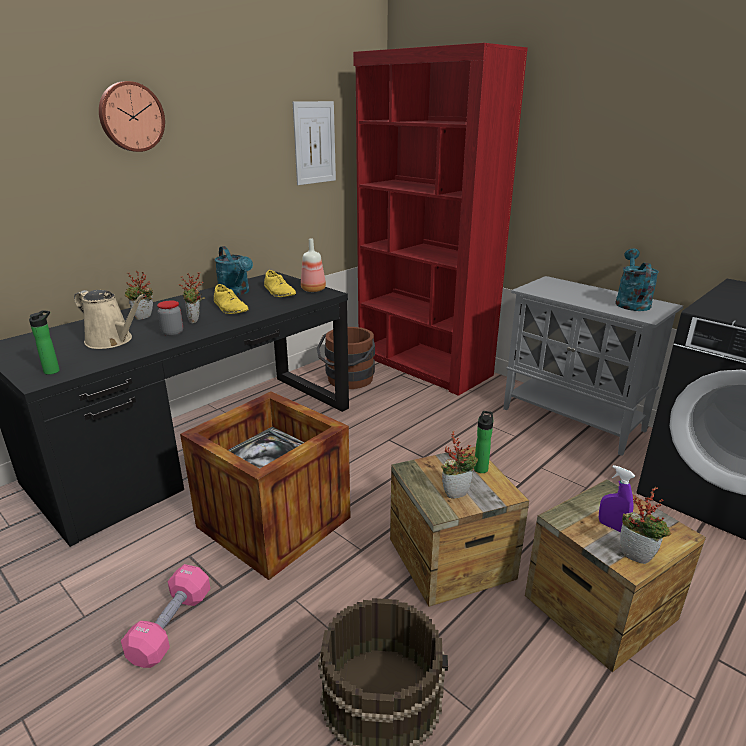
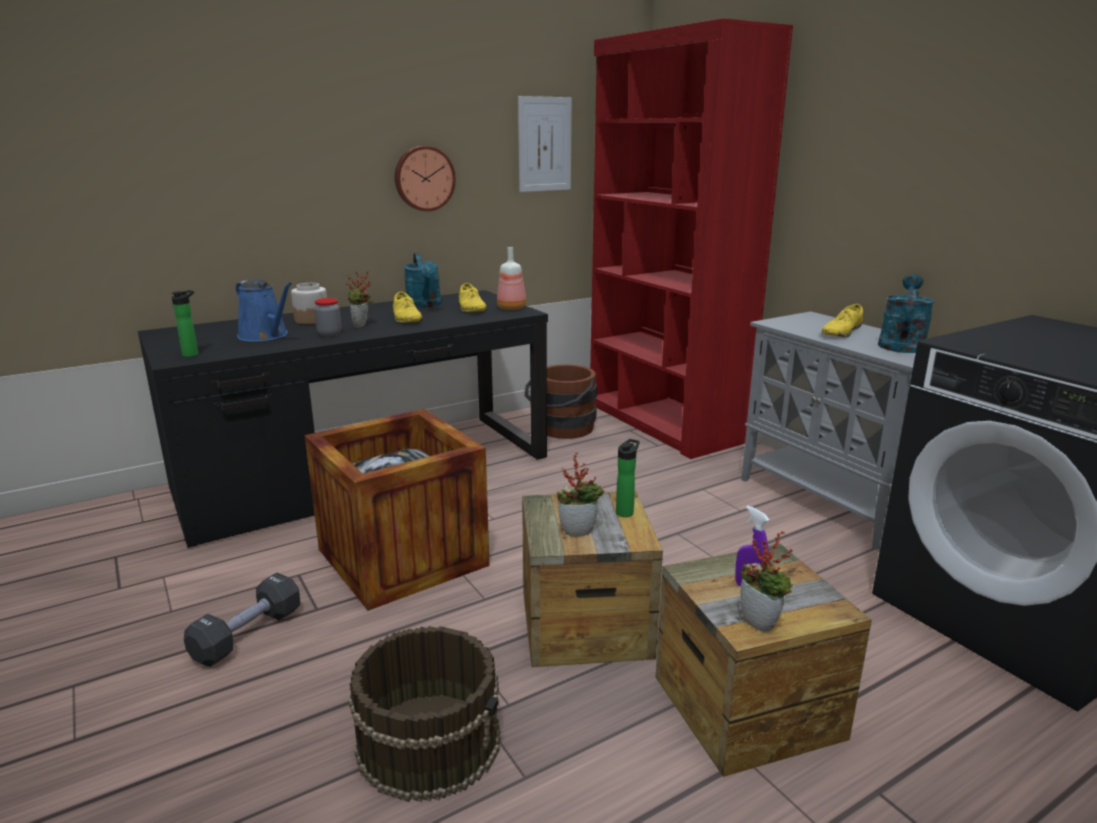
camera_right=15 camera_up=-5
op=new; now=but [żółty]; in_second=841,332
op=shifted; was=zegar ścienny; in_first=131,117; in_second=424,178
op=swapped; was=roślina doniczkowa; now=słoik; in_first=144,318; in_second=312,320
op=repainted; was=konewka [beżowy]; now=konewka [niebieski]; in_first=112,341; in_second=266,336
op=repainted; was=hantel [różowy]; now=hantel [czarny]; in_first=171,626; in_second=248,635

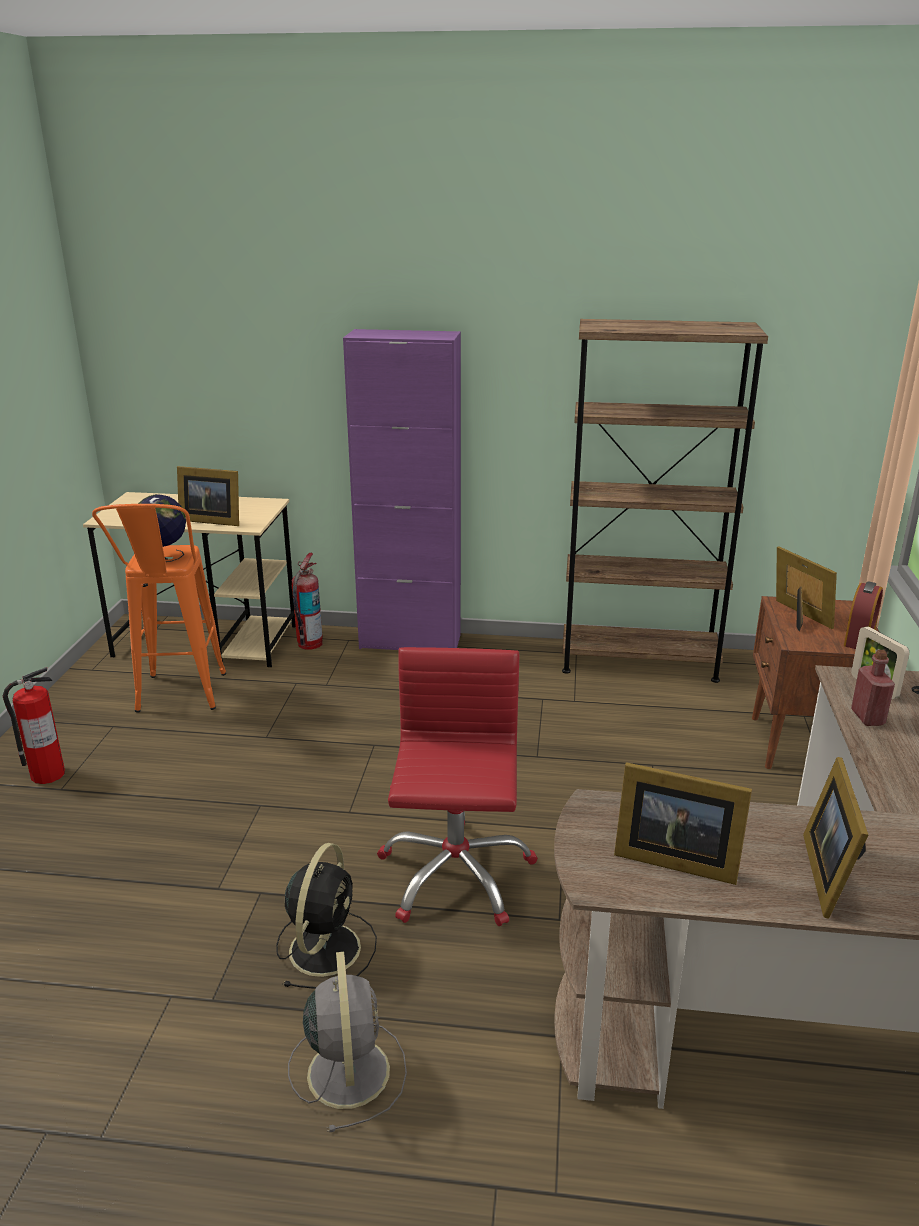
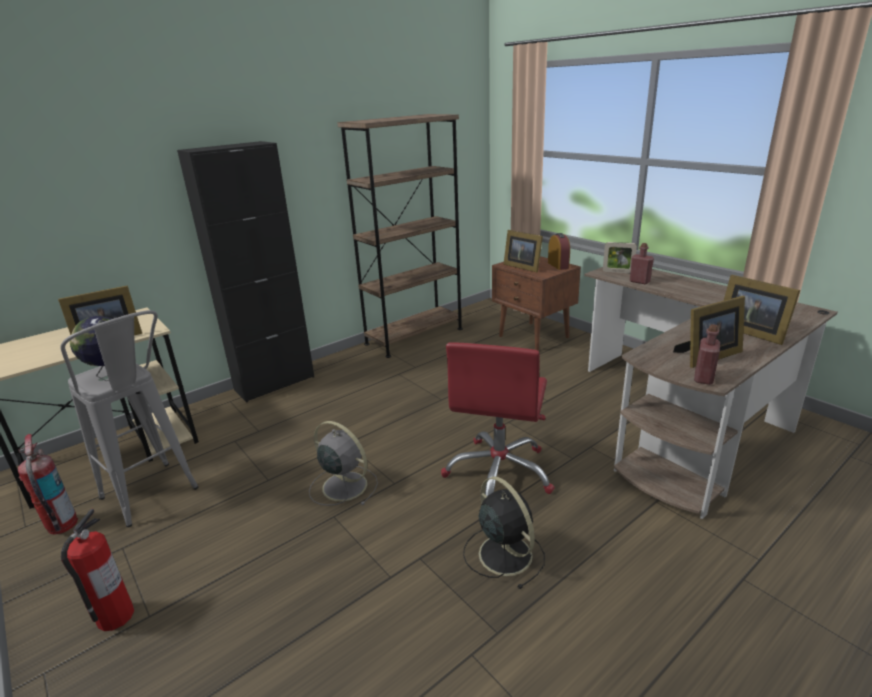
camera_right=-45 camera_up=0
op=new; now=butelka [czerwony]; in_second=703,378
op=shifted; was=wentylator [szary]; in_first=348,1069; in_second=343,485
op=shifted; was=gaśnica; in_first=309,644; in_second=62,525
op=repainted; was=stołek [pomarańczowy]; now=stołek [szary]; in_first=179,701; in_second=156,499
op=repainted; was=szafka [fioletowy]; now=szafka [czarny]; in_first=410,641; in_second=274,383
op=rotated; was=krzesło biurowe [czerwony]; in_first=455,874; in_second=499,473; clockwise=-120
op=rotated; was=ramka na zdjęcie; in_first=798,617; in_second=522,266; clockwise=-150

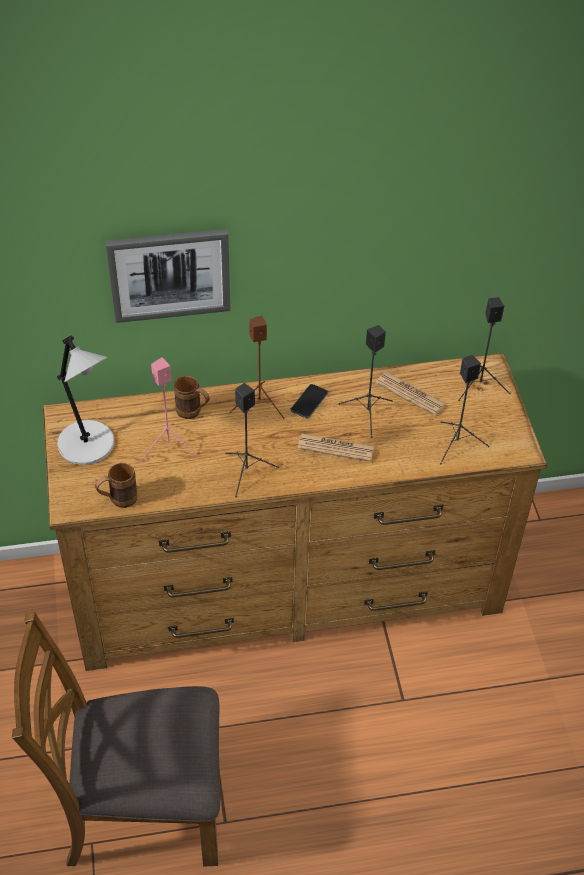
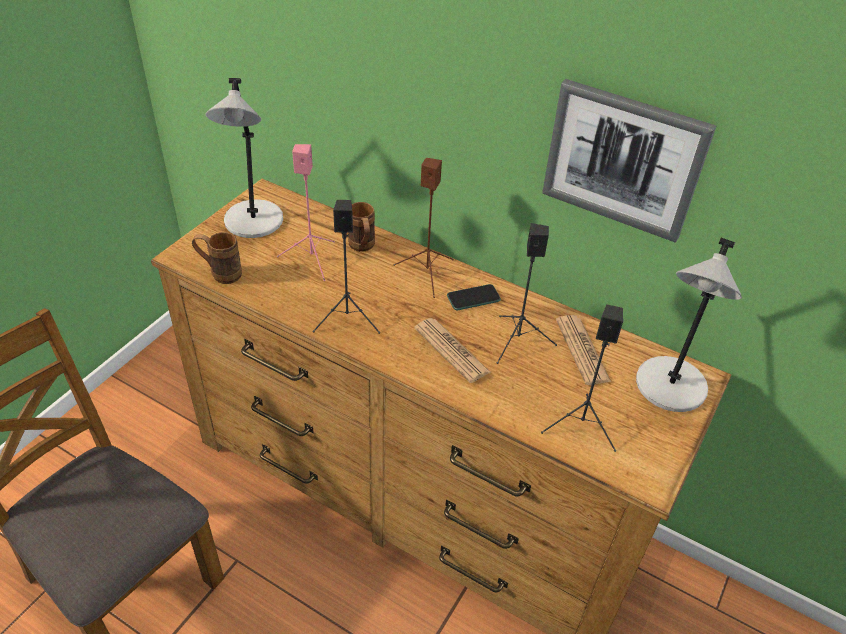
camera_right=40 camera_up=-5
op=shifted; was=obraz; in_first=169,274; in_second=623,160
op=swapped; was=głośnik [czarny]; now=lampa stołowa [szary]; in_first=480,386; in_second=669,388

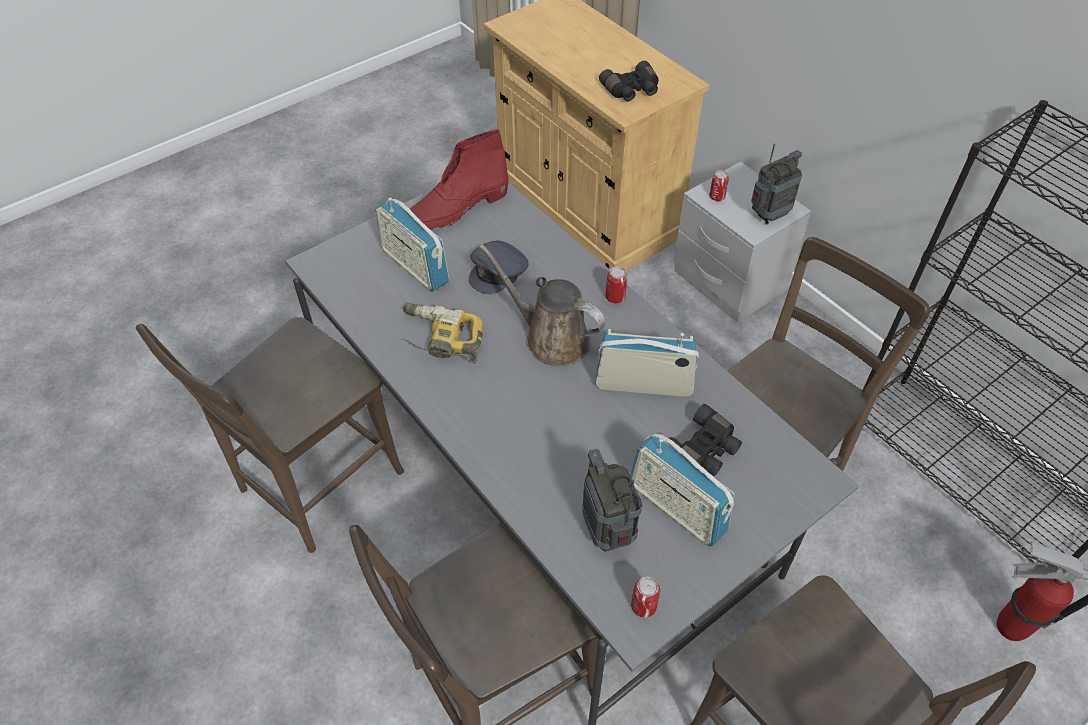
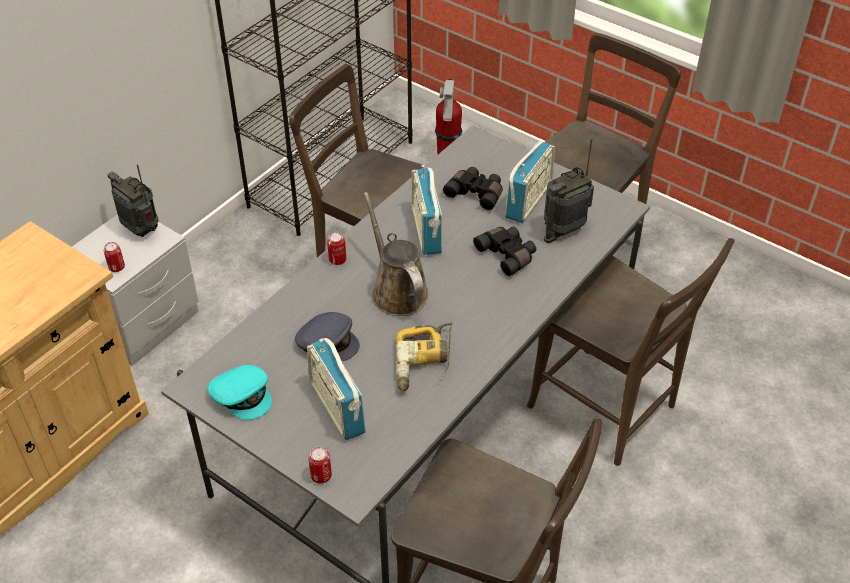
camera_right=-105 camera_up=-5
op=shifted; was=lornetka [czarny]; in_first=631,91; in_second=507,255
op=shifted; was=puszka; in_first=643,606; in_second=321,476
op=swapped; was=but z cholewką [czerwony]; now=czapka z daszkiem [turkusowy]; in_first=457,208; in_second=242,395
op=rotated; was=radio; in_first=415,266; in_second=337,407; clockwise=120
op=rotated; was=konewka [brązowy]; in_first=551,337; in_second=397,291; clockwise=135

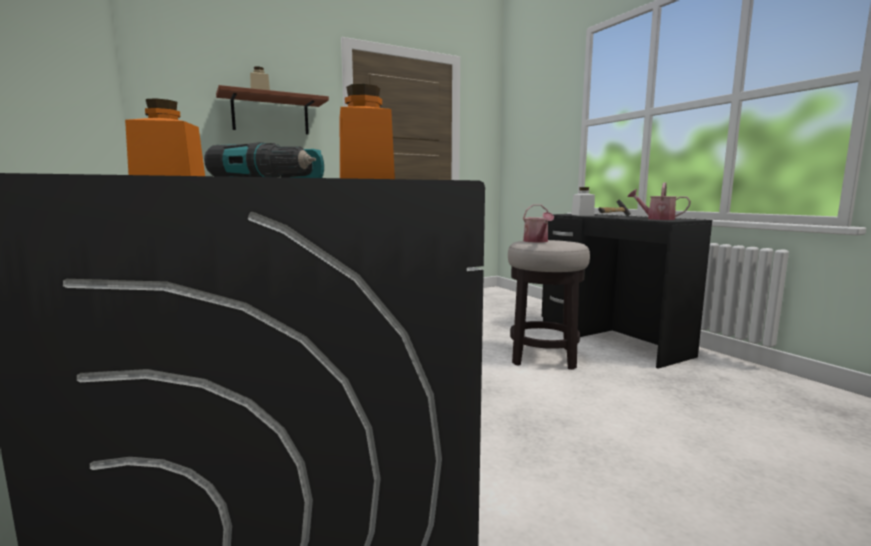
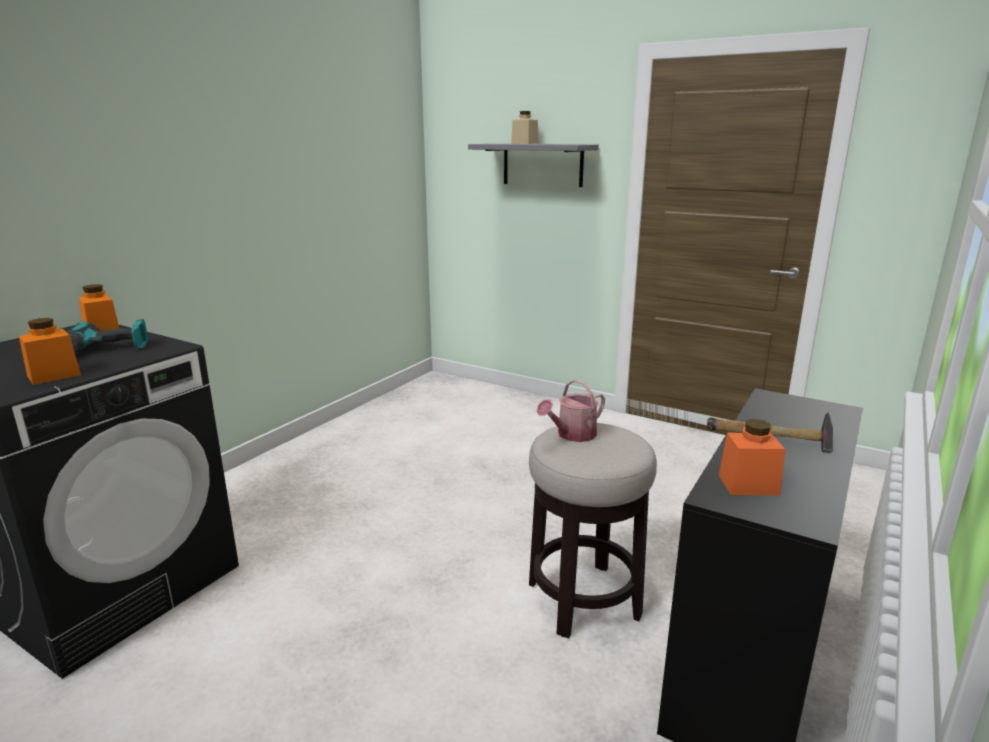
camera_right=60 camera_up=10
op=gone; was=słoik [biały]; in_first=582,215
op=swapped; was=konewka; now=słoik [pomarańczowy]; in_first=656,219; in_second=748,485
op=repainted; was=półka [brązowy]; now=półka [szary]; in_first=270,115; in_second=542,164

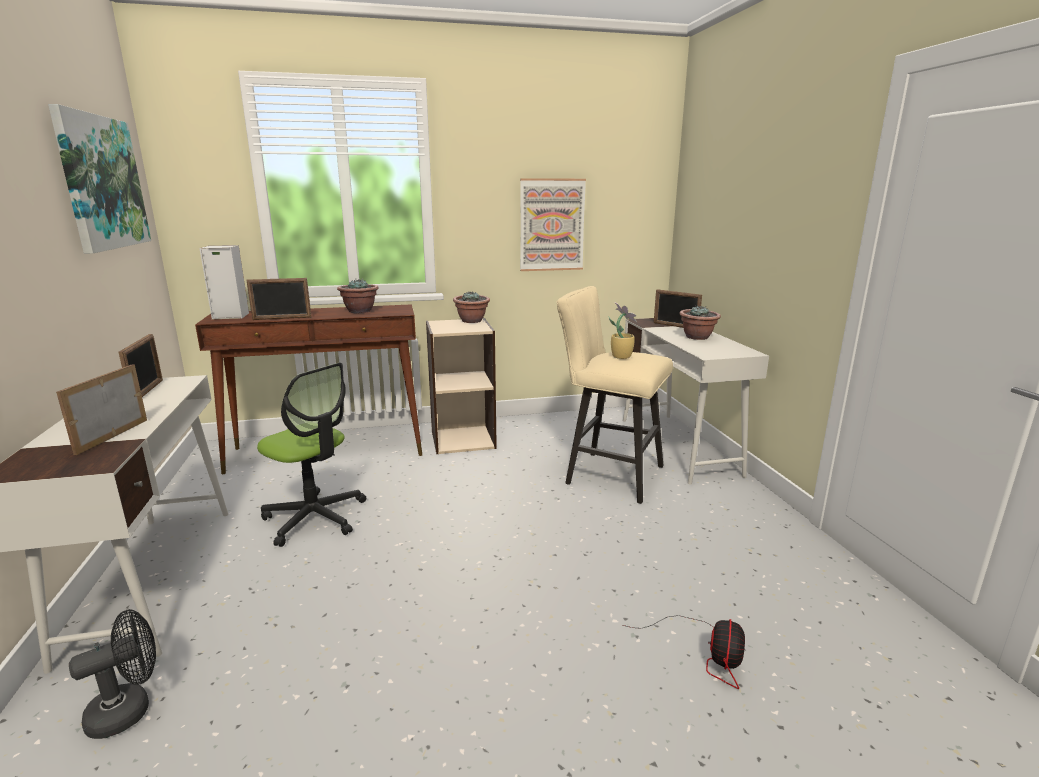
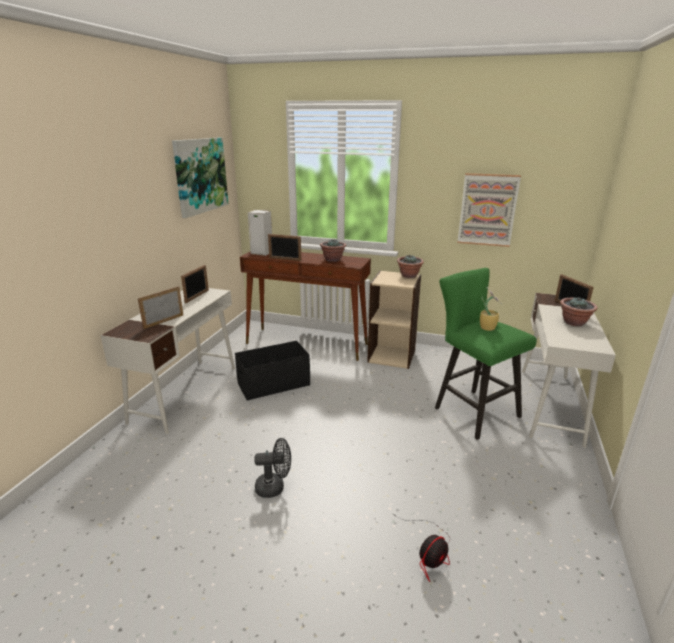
camera_right=30 camera_up=5
op=shifted; was=wentylator [czarny]; in_first=129,709; in_second=274,487
op=swapped; was=krzesło biurowe; now=pojemnik do przechowywania [czarny]; in_first=315,518; in_second=273,384
op=repainted; was=stołek [beżowy]; now=stołek [zielony]; in_first=607,474; in_second=471,410

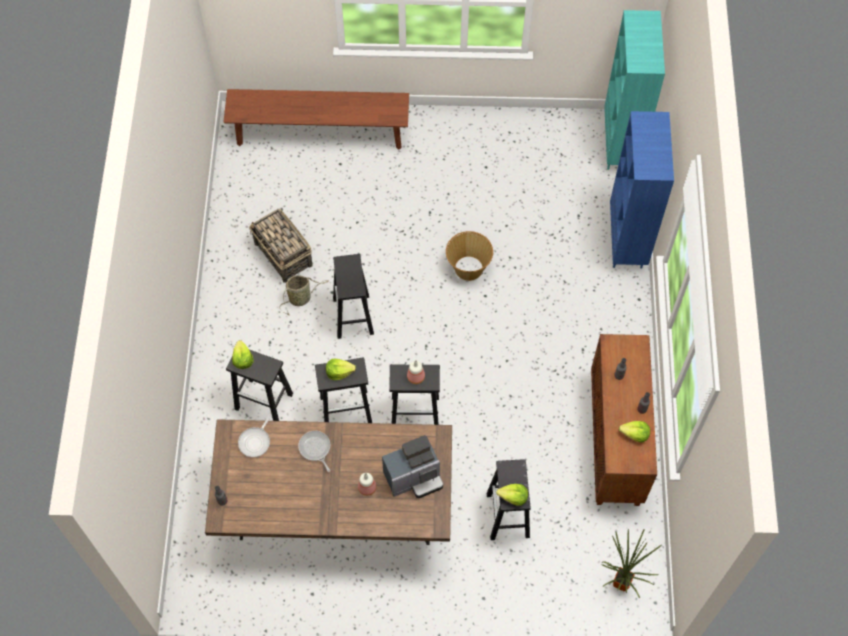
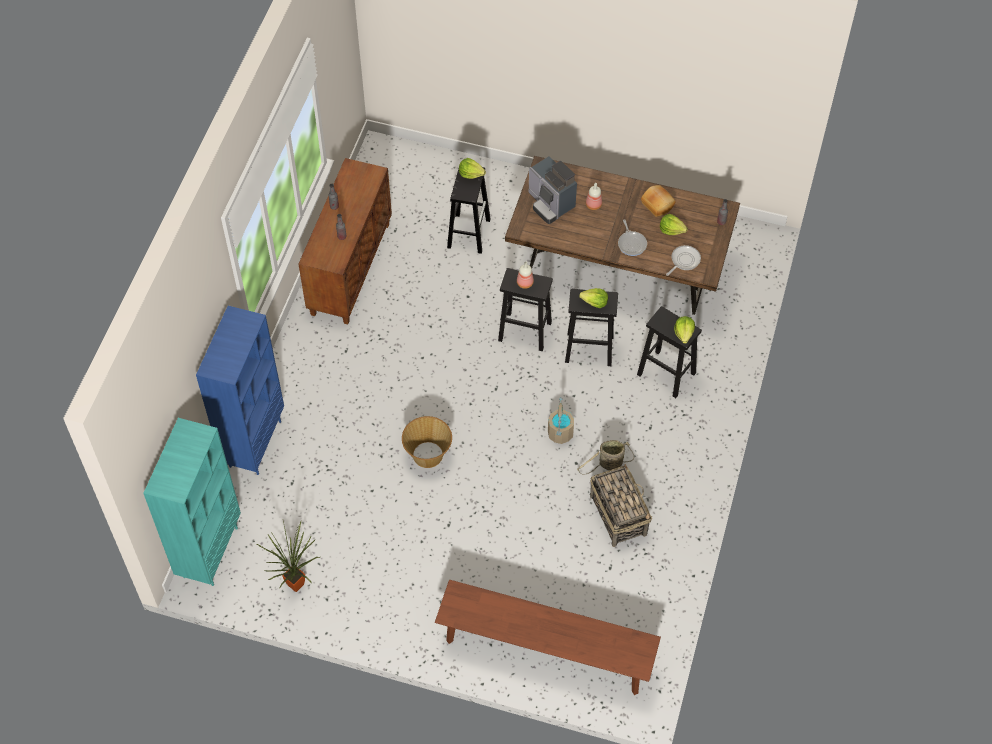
camera_right=-165 camera_up=-5
op=new; now=chleb; in_second=658,204
op=shifted; was=roślina doniczkowa; in_first=618,582; in_second=297,587
op=shifted; was=sałata; in_first=635,434; in_second=671,229
op=swapped; was=stołek [czarny]; now=wiadro [beżowy]; in_first=353,317; in_second=560,433
op=rotated; was=ekspres do kawy; in_first=414,478; in_second=550,203; clockwise=-120

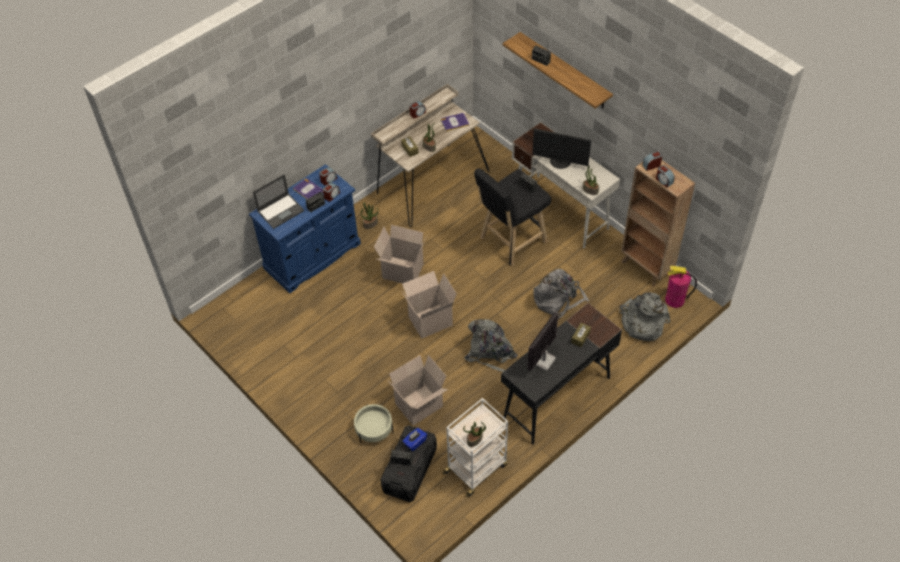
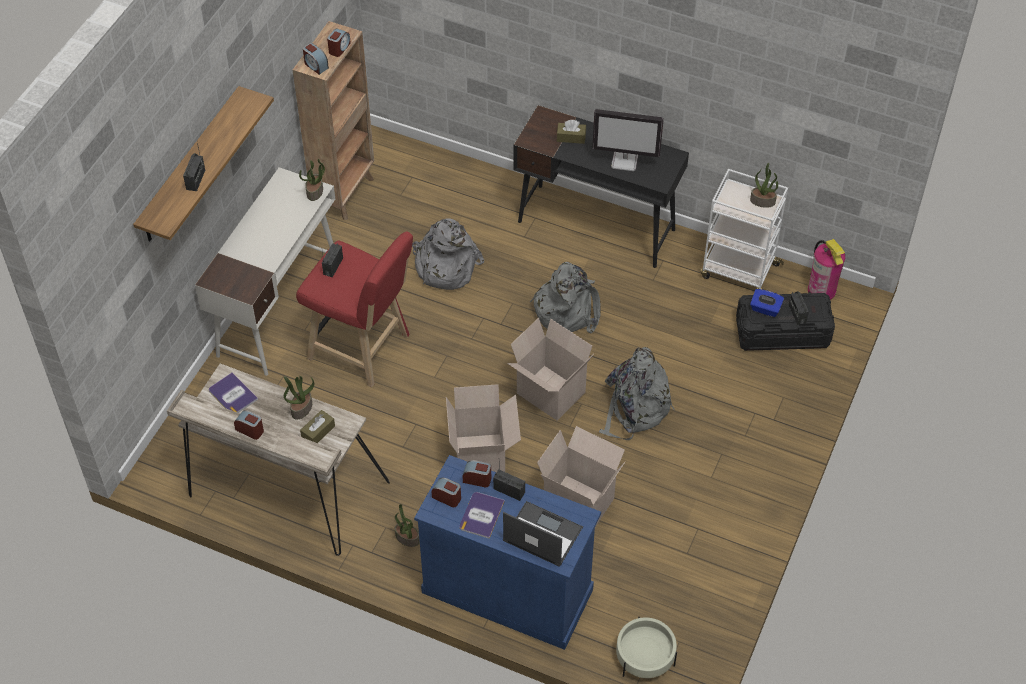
camera_right=-115 camera_up=0
op=gone; was=monitor; in_first=560,162
op=shifted; was=donica [beżowy]; in_first=374,430; in_second=644,657
op=shifted; was=karton; in_first=419,406; in_second=580,503
op=shifted; was=plecak [szary]; in_first=642,323; in_second=634,408
op=shifted; was=gaśnica; in_first=674,300; in_second=822,290
op=repainted; was=stołek [czarny]; now=stołek [czerwony]; in_first=510,241; in_second=363,349

